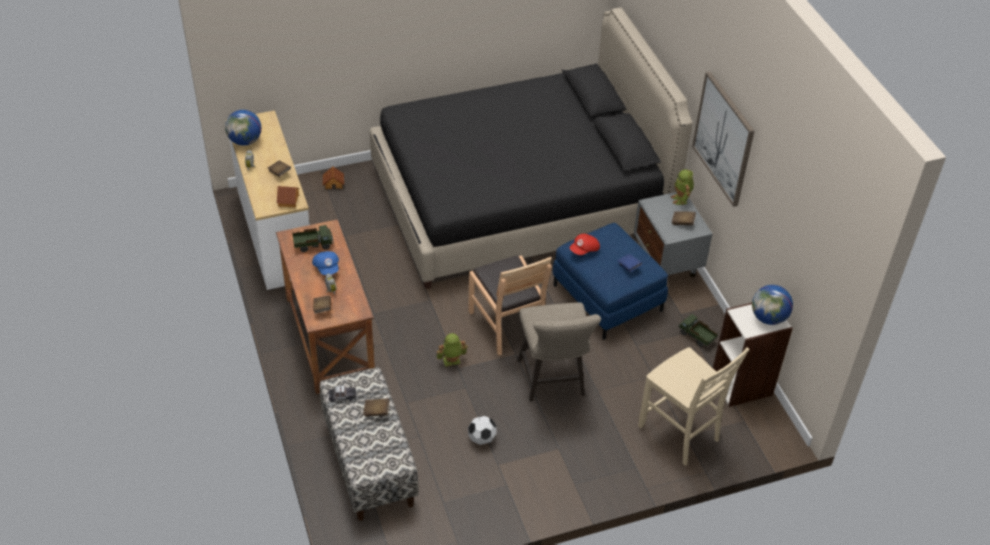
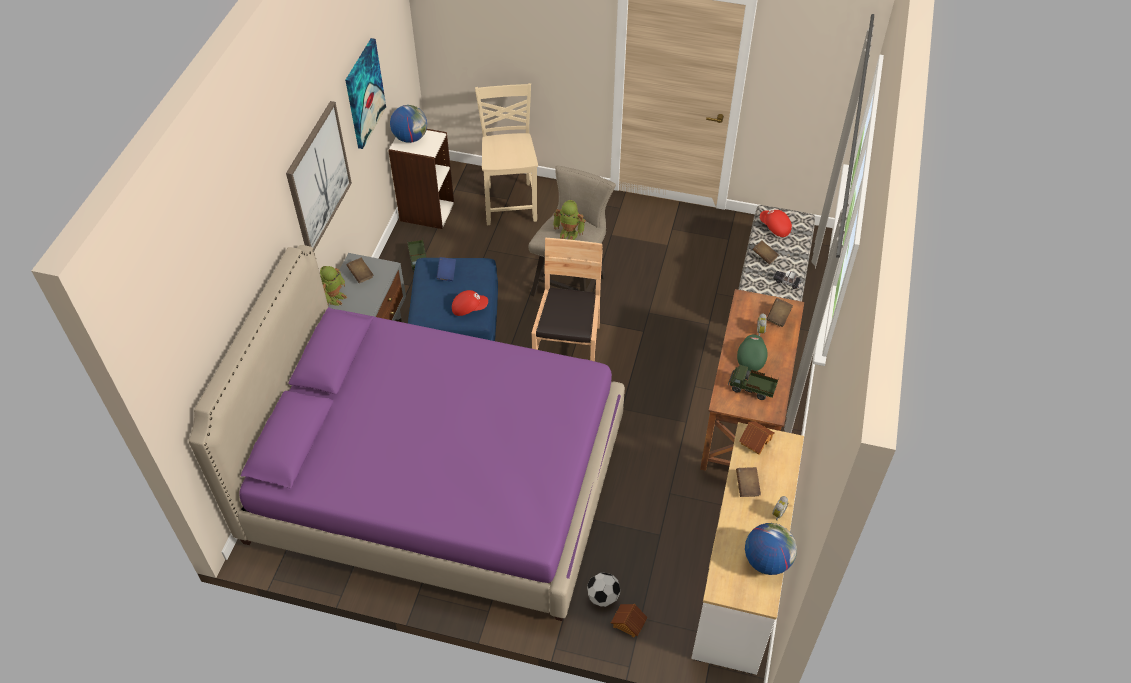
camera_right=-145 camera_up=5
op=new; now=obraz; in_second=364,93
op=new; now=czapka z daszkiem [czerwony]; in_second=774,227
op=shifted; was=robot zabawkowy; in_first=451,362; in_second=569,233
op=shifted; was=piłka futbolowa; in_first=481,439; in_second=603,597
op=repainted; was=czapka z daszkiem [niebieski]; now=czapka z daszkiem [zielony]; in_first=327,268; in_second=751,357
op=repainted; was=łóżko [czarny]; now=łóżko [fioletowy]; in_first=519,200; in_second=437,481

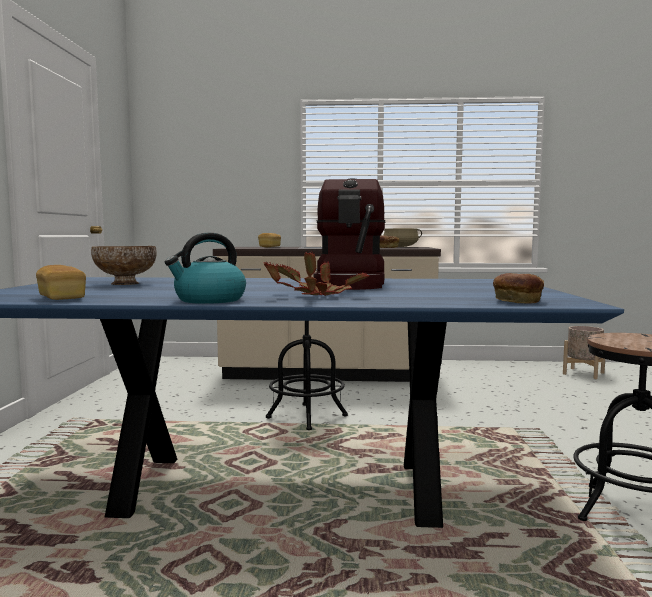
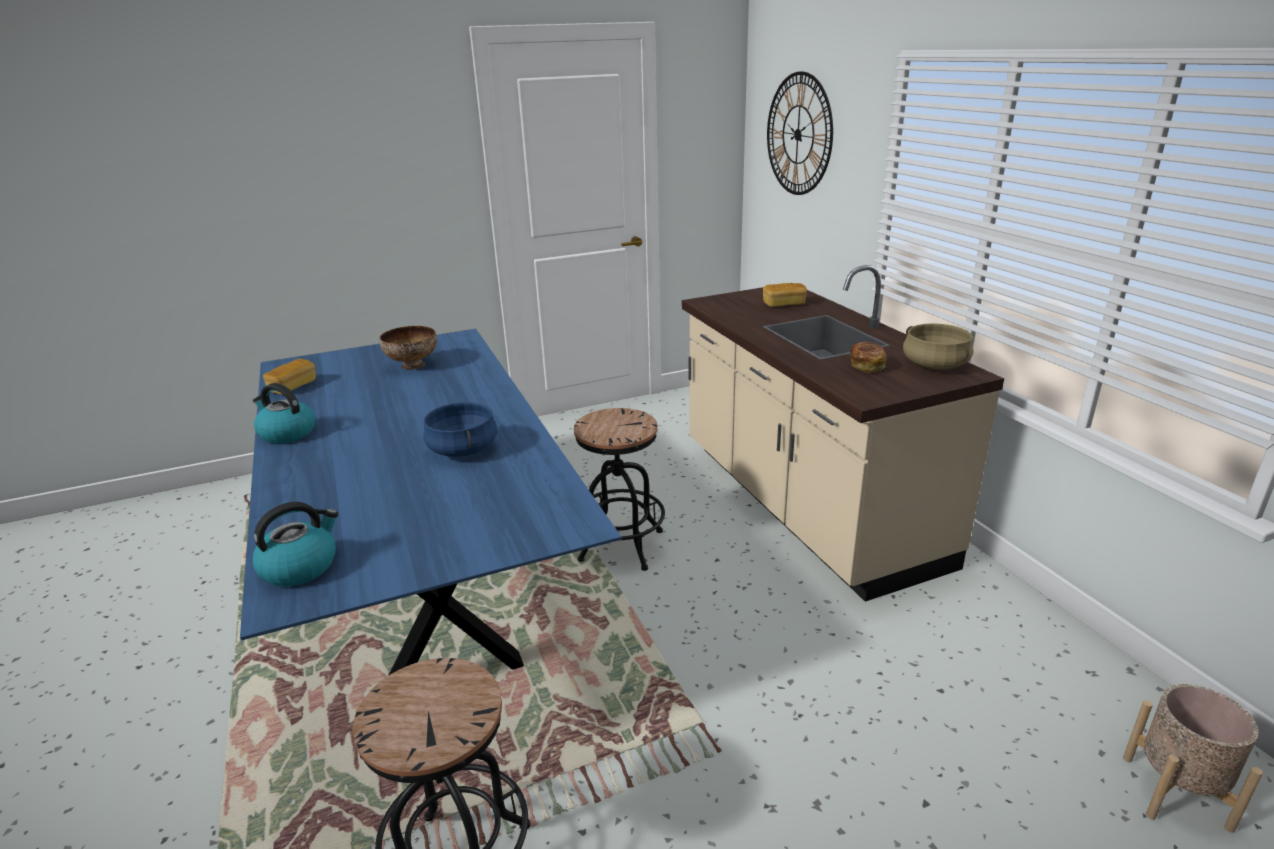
camera_right=65 camera_up=20
op=gone; was=roślina doniczkowa; in_first=317,296
op=new; now=zegar ścienny; in_second=798,134
op=swapped; was=ekspres do kawy; now=garnek [niebieski]; in_first=352,284; in_second=463,449
op=swapped; was=chleb; now=czajnik; in_first=517,301; in_second=300,566

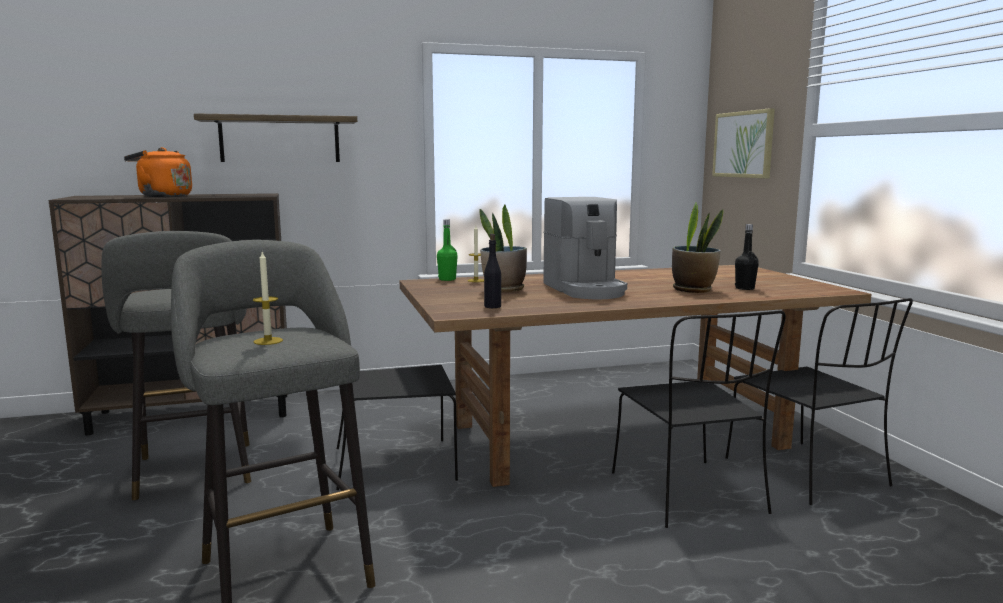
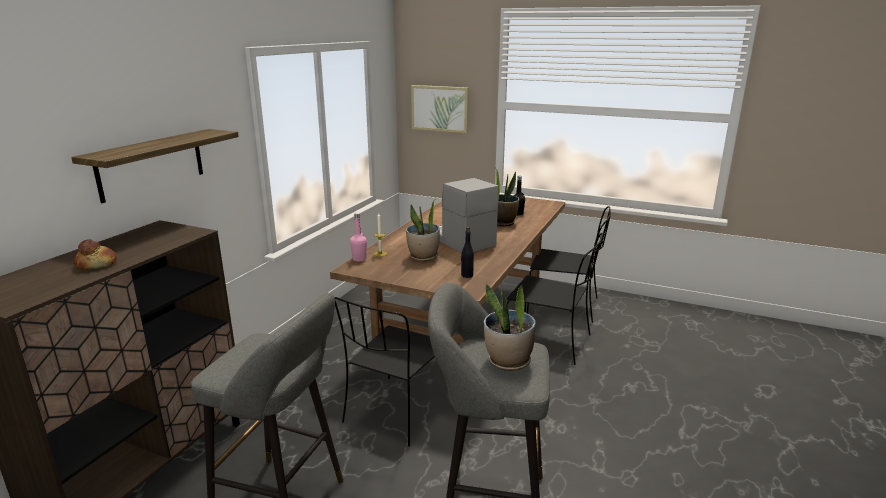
camera_right=-50 camera_up=10
op=swapped; was=czajnik [pomarańczowy]; now=chleb; in_first=162,196; in_second=97,264
op=swapped; was=świeca; now=roślina doniczkowa; in_first=268,341; in_second=508,361
op=repainted; was=butelka [zielony]; now=butelka [różowy]; in_first=447,279; in_second=359,259
op=rotated; was=ekspres do kawy; in_first=585,289; in_second=461,241; clockwise=-150

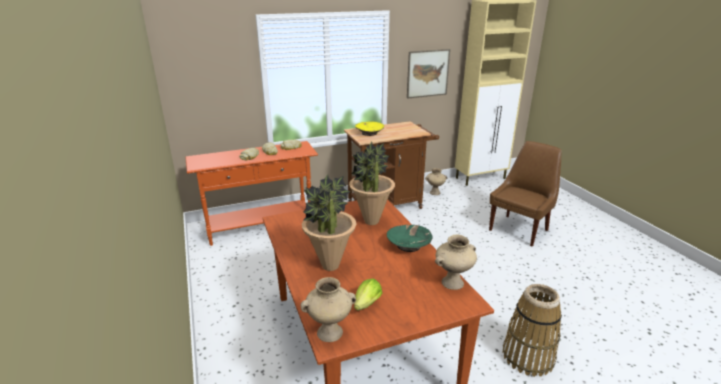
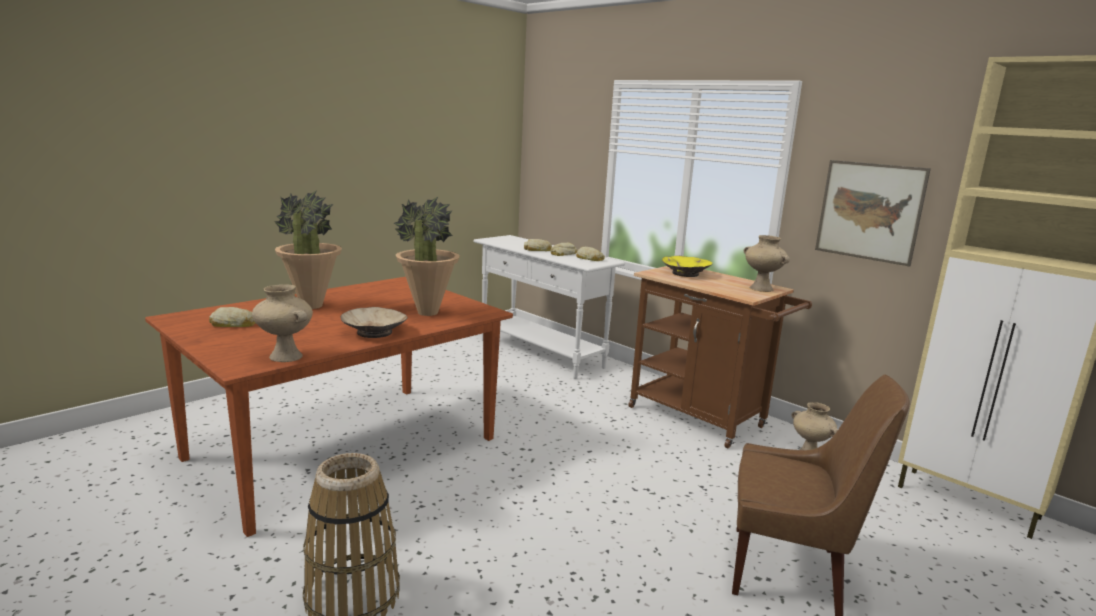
camera_right=65 camera_up=-10
op=shifted; was=wazon [beżowy]; in_first=330,332; in_second=762,289
op=swapped; was=sałata; now=chleb; in_first=366,305; in_second=234,324
op=repainted; was=stolik konsolowy [pomarańczowy]; now=stolik konsolowy [biały]; in_first=260,227; in_second=541,354
op=repainted; was=miska [zielony]; now=miska [beżowy]; in_first=409,245; in_second=374,332

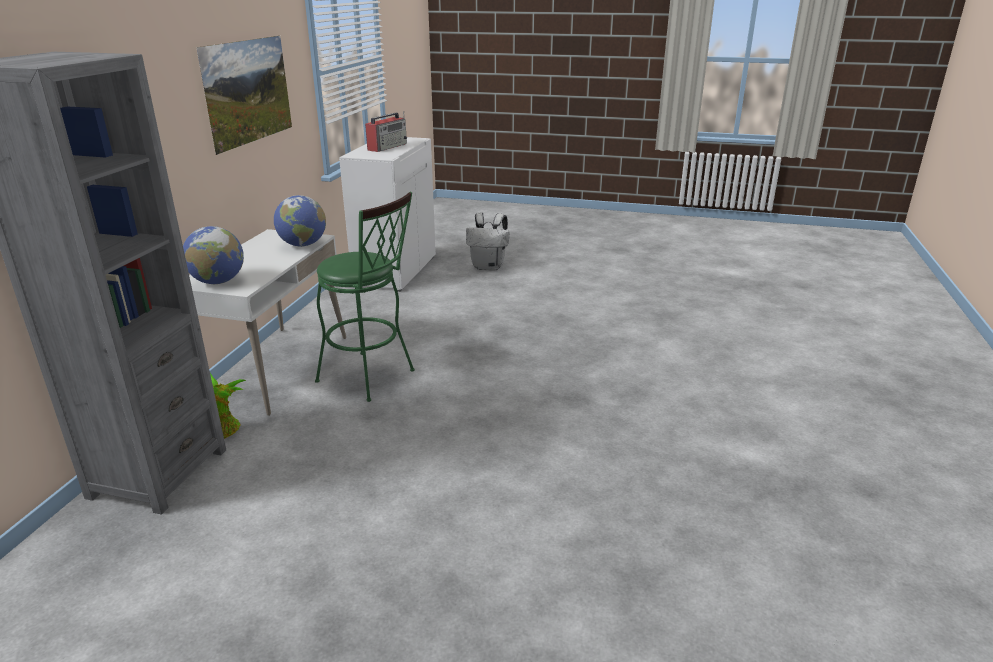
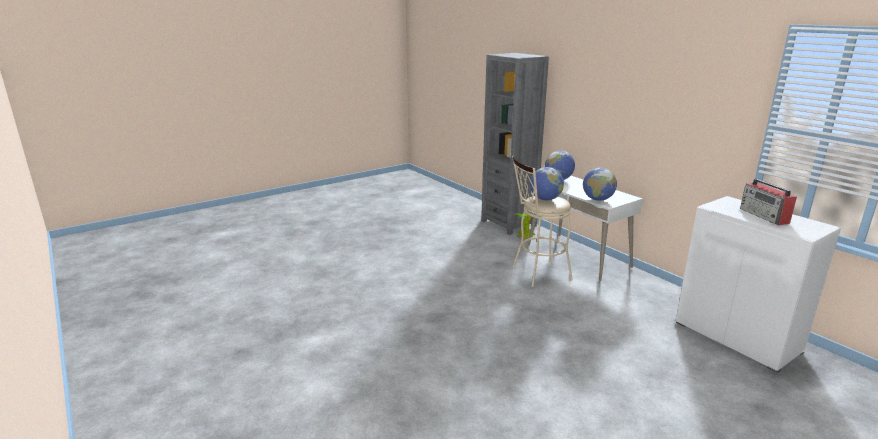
camera_right=130 camera_up=-5
op=gone; was=obraz; in_first=253,116
op=gone; was=plecak [biały]; in_first=489,267
op=new; now=globus; in_second=545,199
op=repainted; was=stołek [zielony]; now=stołek [beżowy]; in_first=371,378; in_second=536,274

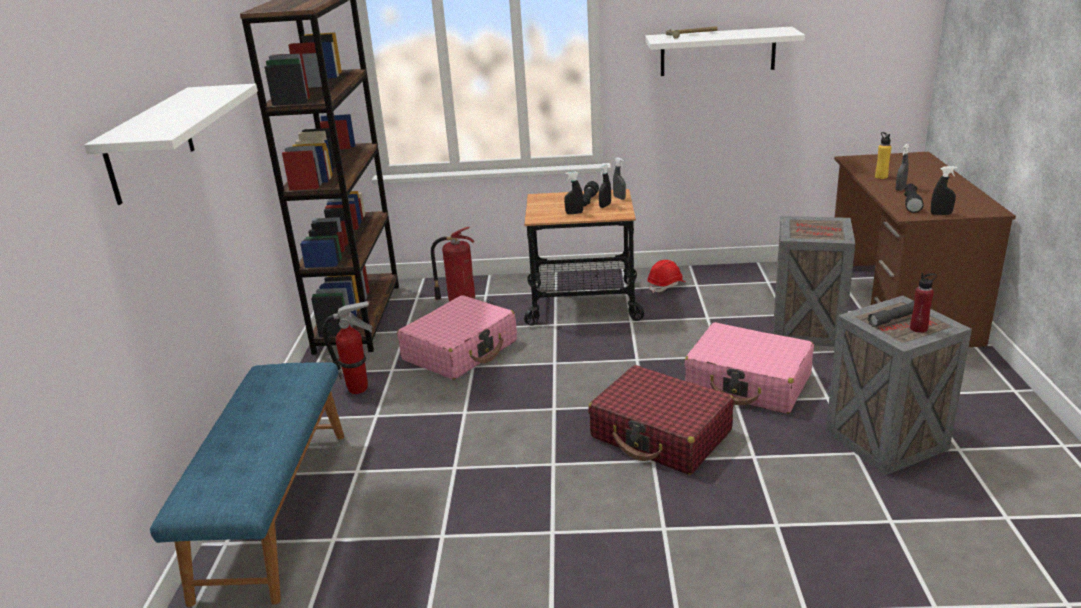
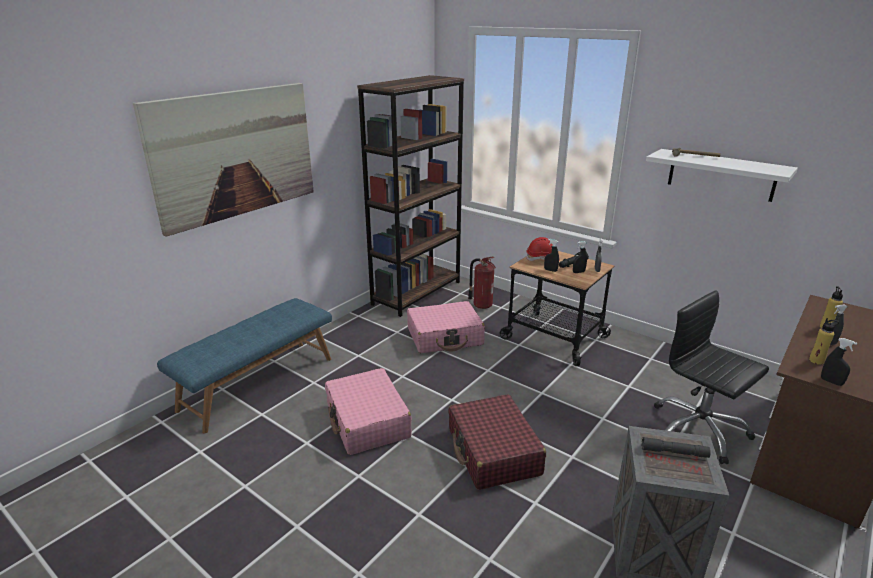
camera_right=35 camera_up=0
op=gone; was=gaśnica; in_first=359,389
op=gone; was=butelka [czerwony]; in_first=918,328
op=shifted; was=kask [czerwony]; in_first=666,285; in_second=542,259
op=shifted; was=walizka [różowy]; in_first=748,383; in_second=367,421
op=swapped; was=półka [biały]; now=obraz; in_first=150,144; in_second=235,154
op=swapped; was=skrzynka; now=krzesło biurowe [czarny]; in_first=806,328; in_second=698,430
op=swapped; was=latarka [czarny]; now=butelka [żółty]; in_first=911,203; in_second=816,361

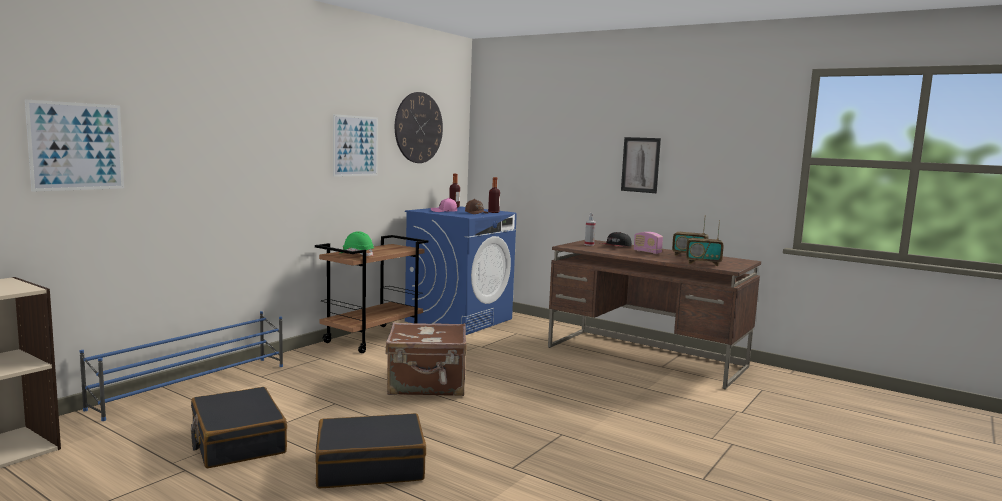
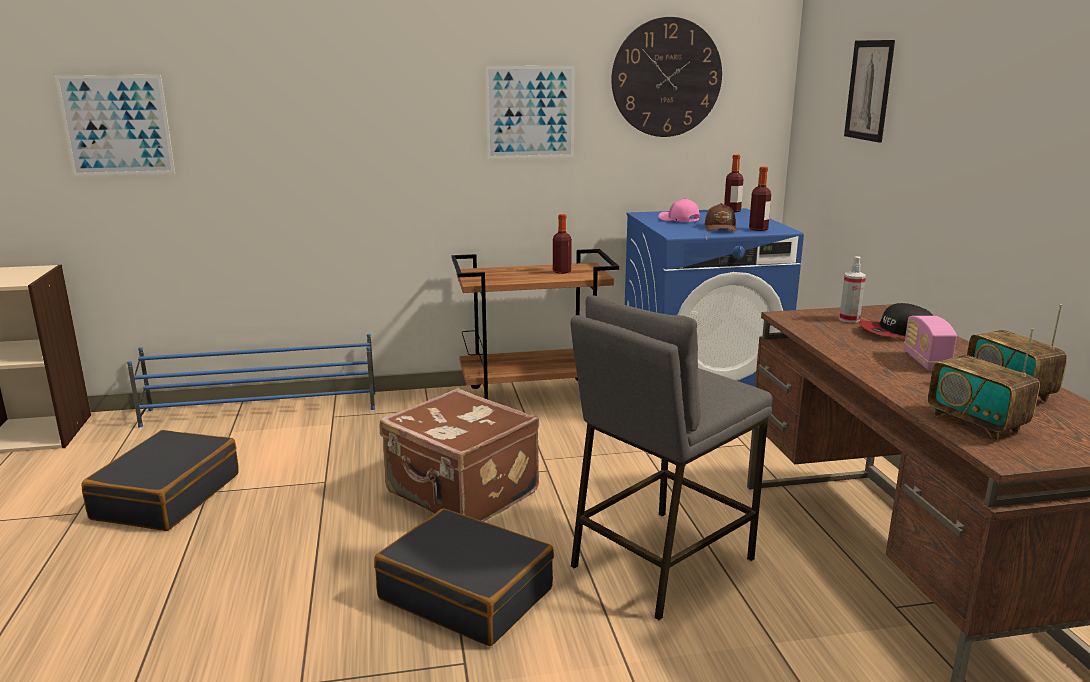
camera_right=45 camera_up=10
op=gone; was=kask [zielony]; in_first=356,254
op=new; now=butelka; in_second=561,271
op=new; now=stołek [szary]; in_second=660,561
op=shifted; was=walizka [czarny]; in_first=370,466; in_second=466,593
op=shifted; was=obraz; in_first=640,165; in_second=869,90

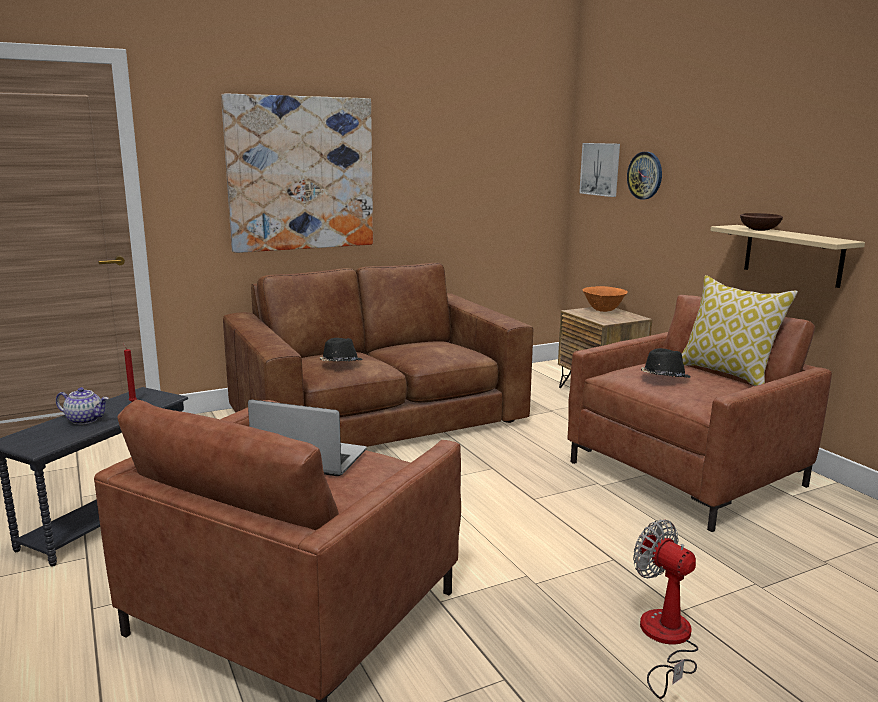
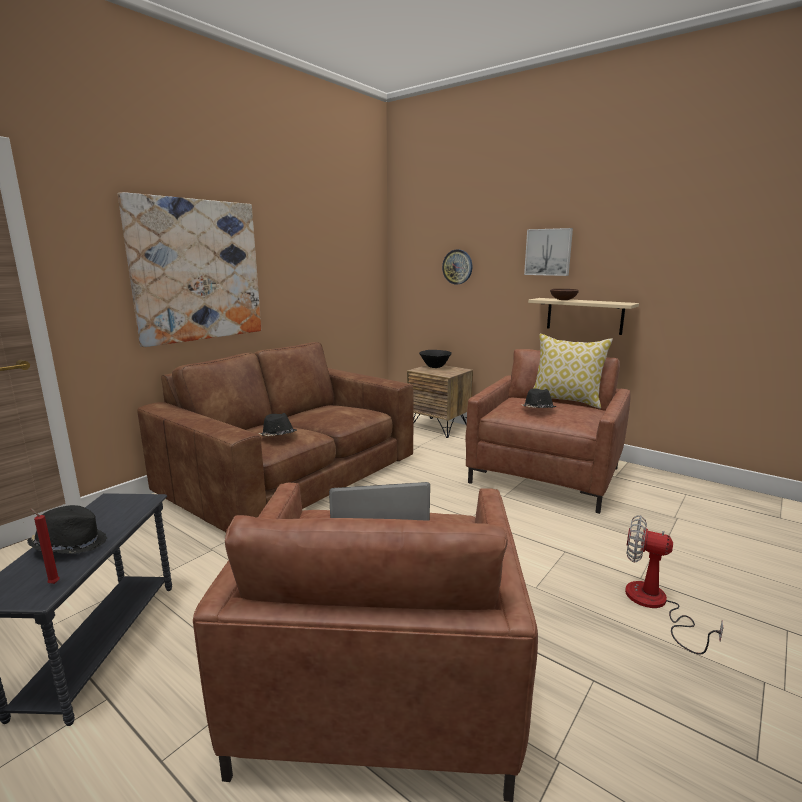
camera_right=-25 camera_up=0
op=shifted; was=świeca [czerwony]; in_first=132,402; in_second=53,583
op=shifted; was=obraz; in_first=601,169; in_second=548,252
op=swapped; was=imbryk; now=kapelusz [czarny]; in_first=85,420; in_second=70,545
op=repainted; was=miska [pomarańczowy]; now=miska [czarny]; in_first=603,310; in_second=435,367

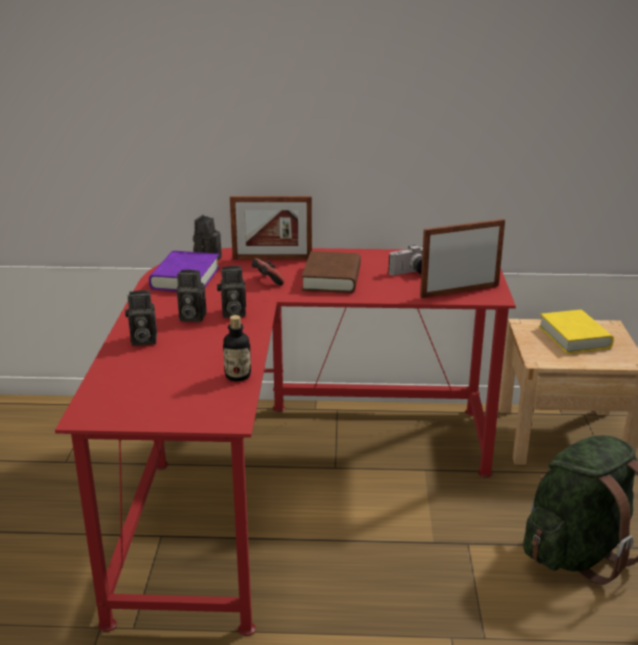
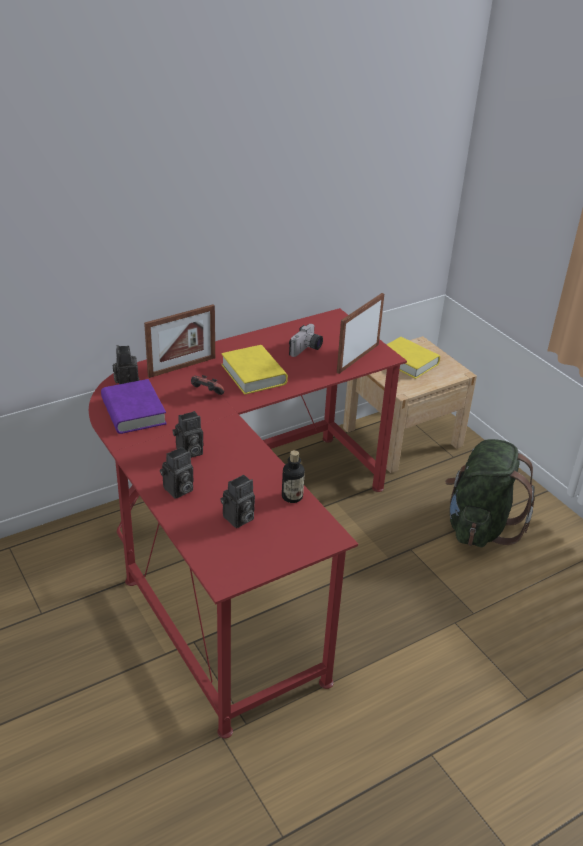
camera_right=-35 camera_up=10
op=shifted; was=aparat fotograficzny; in_first=232,313; in_second=238,519
op=repainted; was=książka [brązowy]; now=książka [żółty]; in_first=332,278; in_second=253,374

